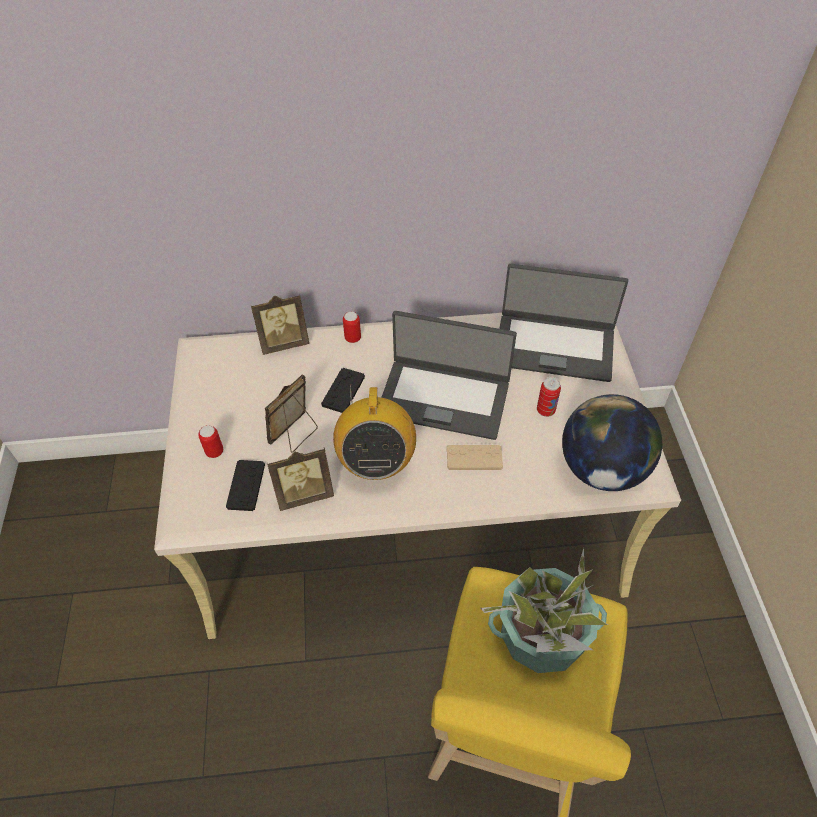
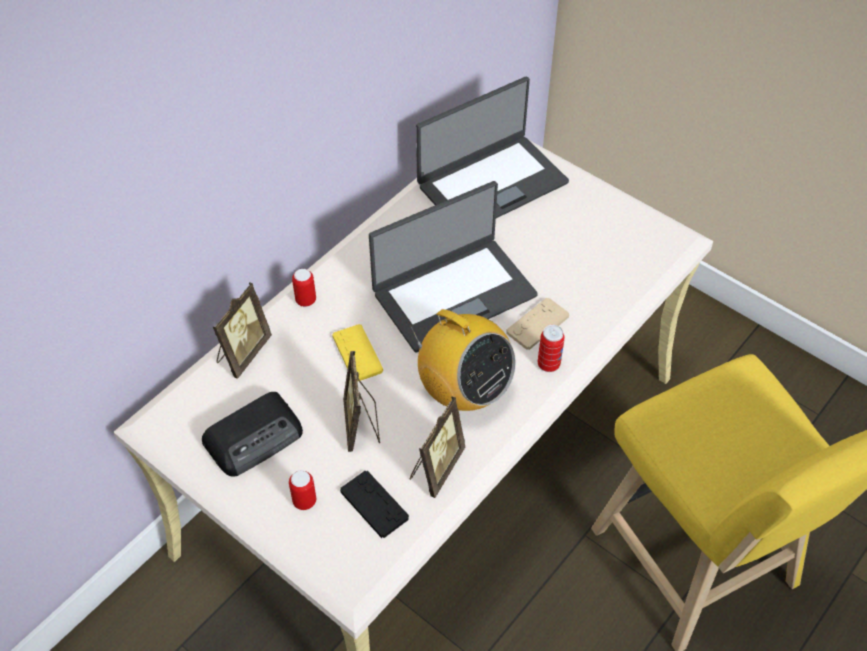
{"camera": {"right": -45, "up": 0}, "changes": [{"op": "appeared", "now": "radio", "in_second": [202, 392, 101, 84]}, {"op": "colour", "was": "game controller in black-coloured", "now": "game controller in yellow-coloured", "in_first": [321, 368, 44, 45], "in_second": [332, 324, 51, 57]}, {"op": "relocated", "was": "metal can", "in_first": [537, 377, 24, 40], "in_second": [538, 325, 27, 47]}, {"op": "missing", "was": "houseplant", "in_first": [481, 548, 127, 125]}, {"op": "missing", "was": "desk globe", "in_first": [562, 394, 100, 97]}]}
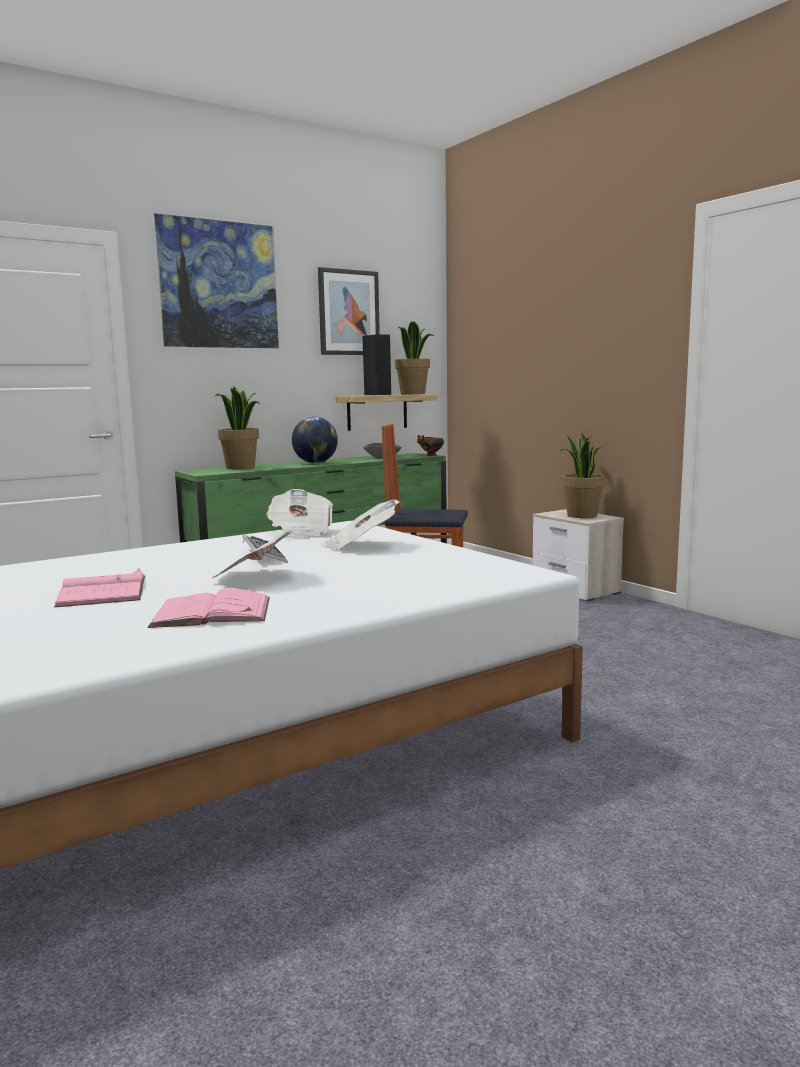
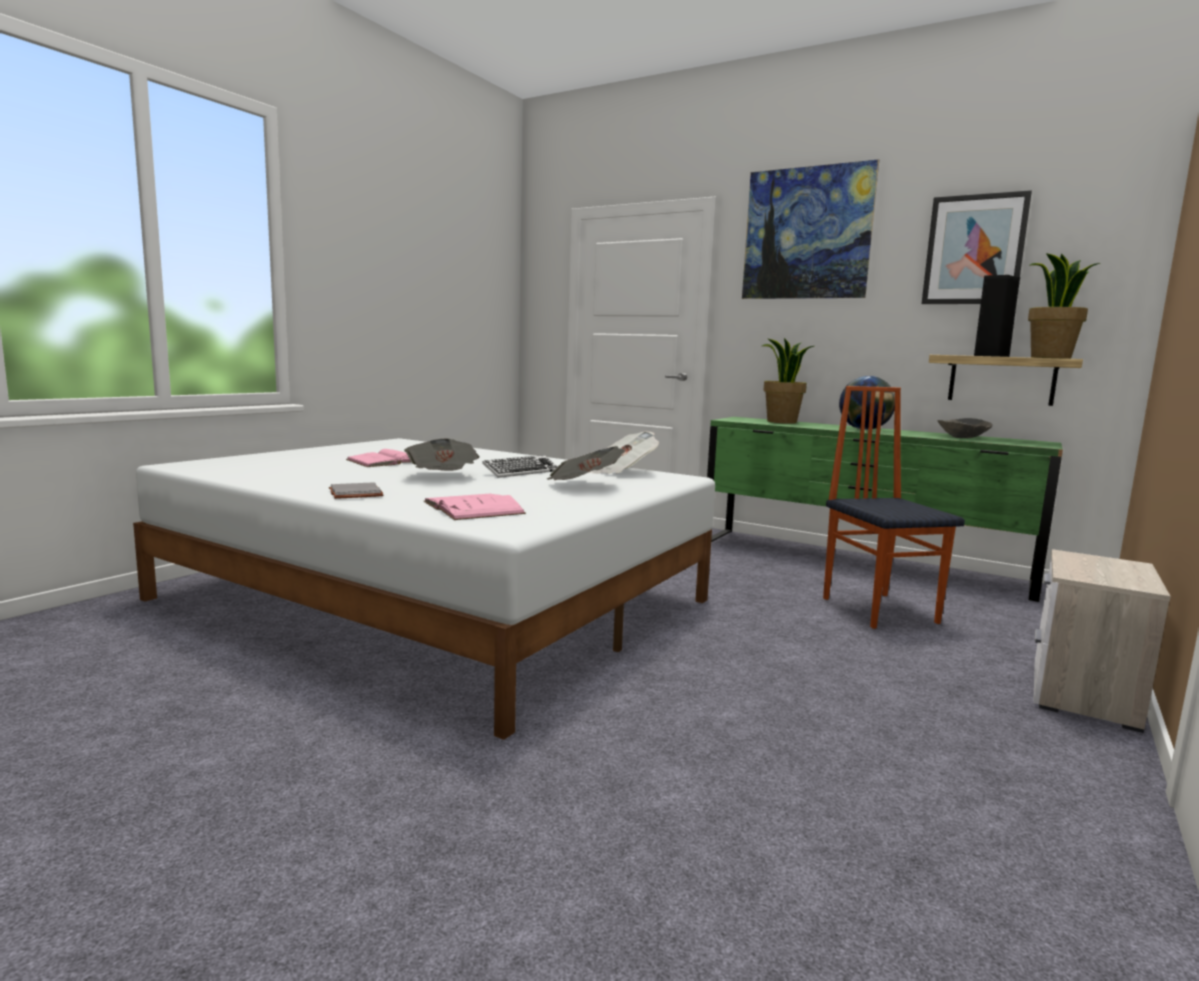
{"camera": {"right": 65, "up": 0}, "changes": [{"op": "appeared", "now": "book in gray", "in_second": [329, 482, 54, 17]}, {"op": "relocated", "was": "book in pinkish", "in_first": [148, 588, 122, 40], "in_second": [424, 494, 102, 26]}, {"op": "missing", "was": "deep dish", "in_first": [417, 435, 27, 21]}, {"op": "missing", "was": "houseplant", "in_first": [560, 432, 45, 86]}]}
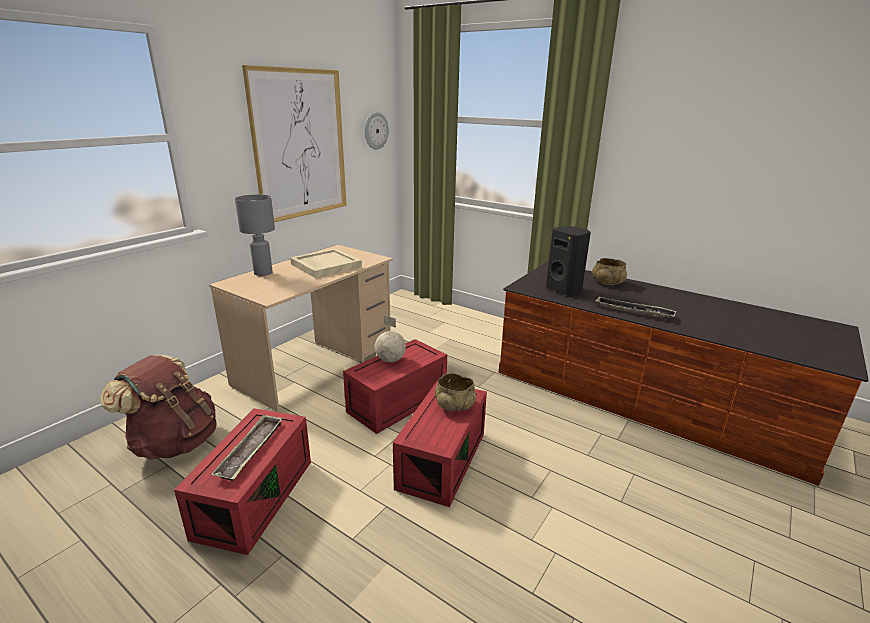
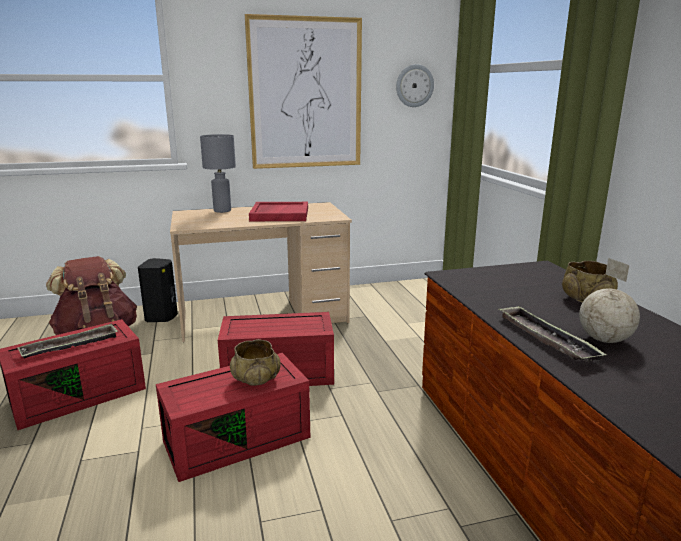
{"camera": {"right": 40, "up": -5}, "changes": [{"op": "relocated", "was": "audio speaker in black-coloured", "in_first": [546, 226, 45, 70], "in_second": [138, 258, 40, 64]}, {"op": "colour", "was": "tray in sand-coloured", "now": "tray in red-coloured", "in_first": [290, 248, 72, 30], "in_second": [249, 202, 59, 19]}, {"op": "relocated", "was": "desk globe", "in_first": [375, 315, 31, 47], "in_second": [579, 258, 61, 85]}]}
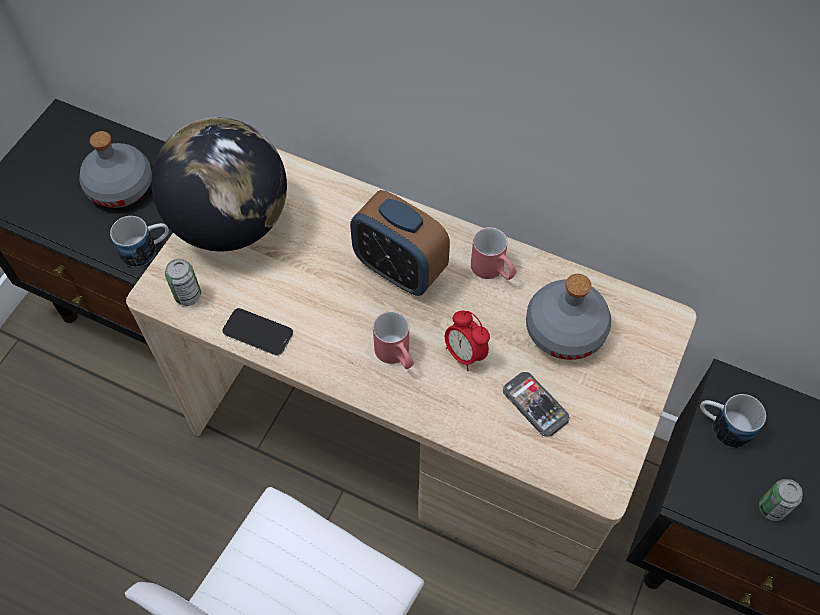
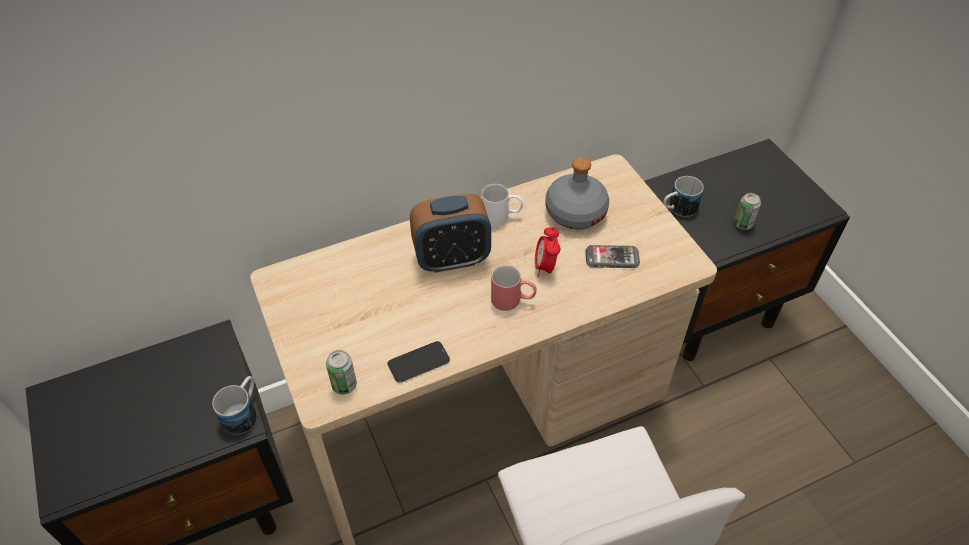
{"camera": {"right": -50, "up": -10}, "changes": [{"op": "colour", "was": "coffee mug in red-coloured", "now": "coffee mug in white", "in_first": [471, 227, 45, 53], "in_second": [482, 184, 41, 42]}, {"op": "spun", "was": "bedside clock", "in_first": [445, 311, 45, 60], "in_second": [535, 227, 25, 50], "clockwise": 90}, {"op": "missing", "was": "drink bottle in gray", "in_first": [79, 131, 73, 77]}, {"op": "missing", "was": "desk globe", "in_first": [151, 117, 136, 134]}]}
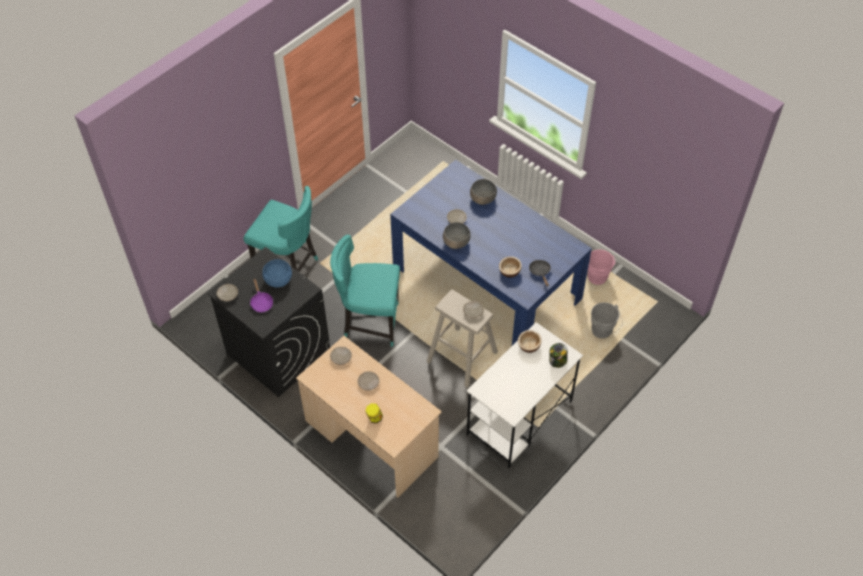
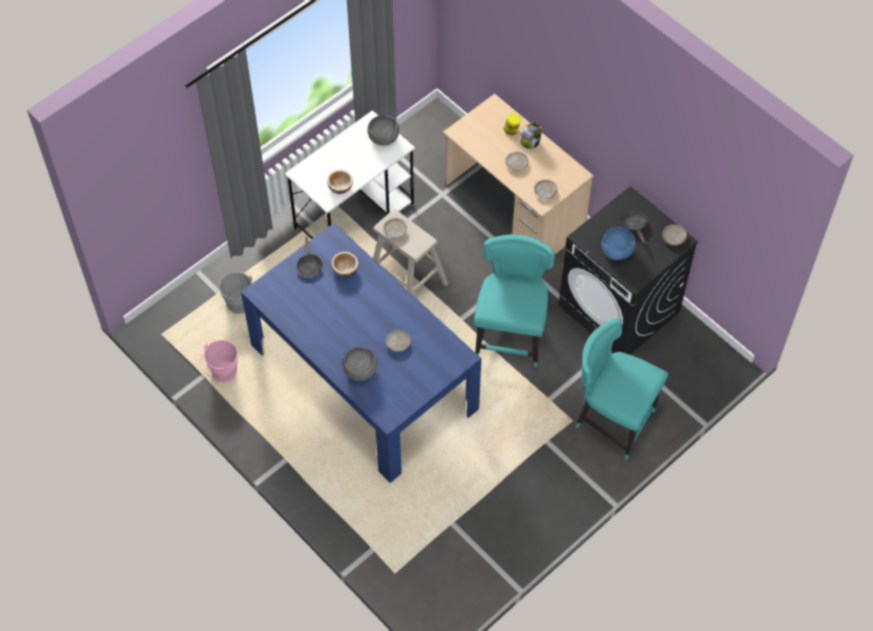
{"camera": {"right": -175, "up": 5}, "changes": [{"op": "relocated", "was": "deep dish in gray", "in_first": [443, 222, 28, 27], "in_second": [367, 115, 32, 31]}, {"op": "spun", "was": "upright chair in blue-green", "in_first": [330, 235, 70, 112], "in_second": [474, 234, 81, 133], "clockwise": -90}, {"op": "relocated", "was": "preserve jar", "in_first": [549, 343, 19, 25], "in_second": [521, 123, 21, 26]}, {"op": "colour", "was": "skillet in purplish", "now": "skillet in black-coloured", "in_first": [250, 279, 23, 34], "in_second": [622, 211, 25, 33]}]}
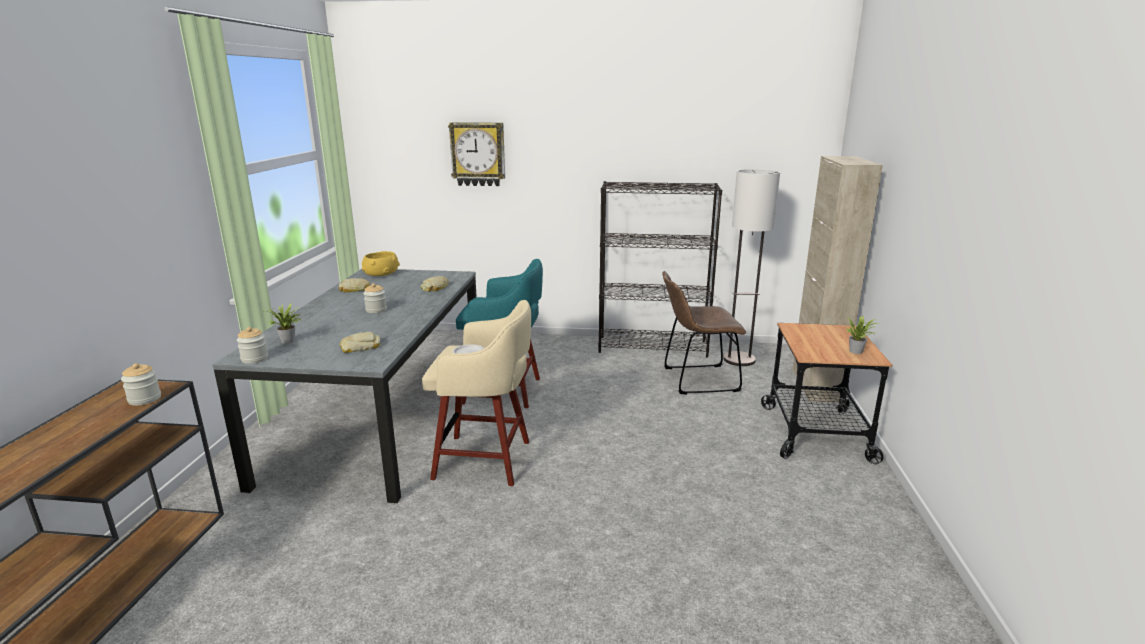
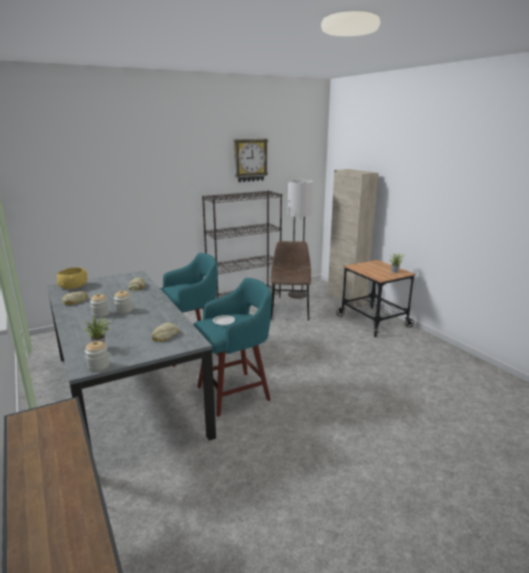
{"camera": {"right": -35, "up": 0}, "changes": [{"op": "relocated", "was": "preserve jar", "in_first": [121, 363, 40, 43], "in_second": [90, 293, 19, 25]}, {"op": "colour", "was": "sitting stool in sand-coloured", "now": "sitting stool in blue-green", "in_first": [422, 300, 109, 186], "in_second": [194, 278, 77, 139]}, {"op": "relocated", "was": "hanging clock", "in_first": [448, 122, 57, 64], "in_second": [234, 139, 34, 43]}, {"op": "spun", "was": "upright chair in brown", "in_first": [662, 271, 84, 124], "in_second": [270, 241, 41, 80], "clockwise": 135}]}
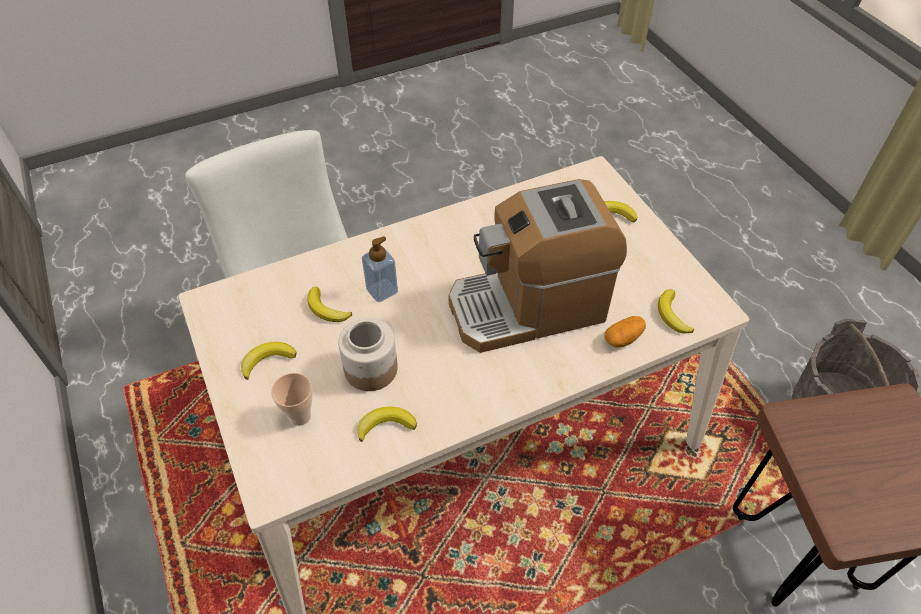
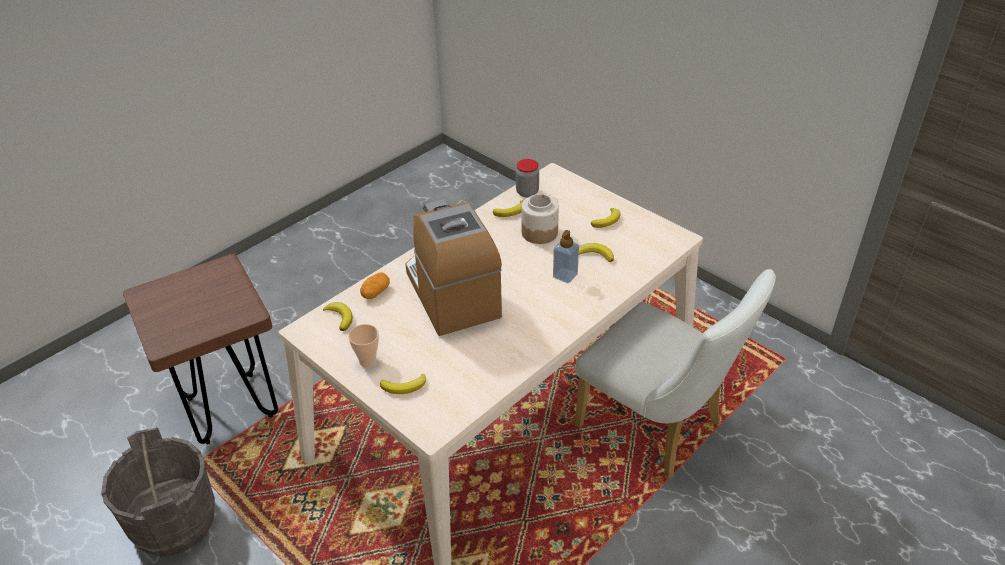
{"camera": {"right": 160, "up": -10}, "changes": [{"op": "relocated", "was": "drinking cup", "in_first": [271, 373, 42, 53], "in_second": [348, 324, 31, 43]}, {"op": "spun", "was": "coffee brewer", "in_first": [449, 179, 178, 174], "in_second": [405, 200, 97, 136], "clockwise": -75}, {"op": "appeared", "now": "preserve jar", "in_second": [516, 159, 23, 38]}]}
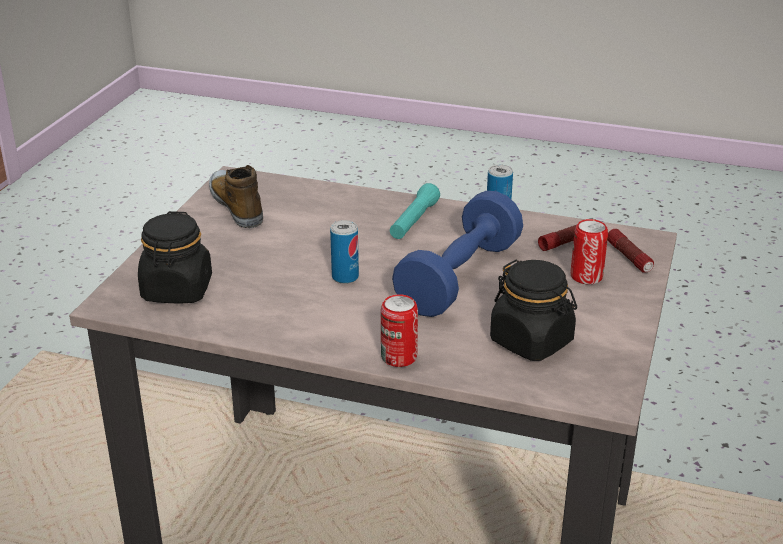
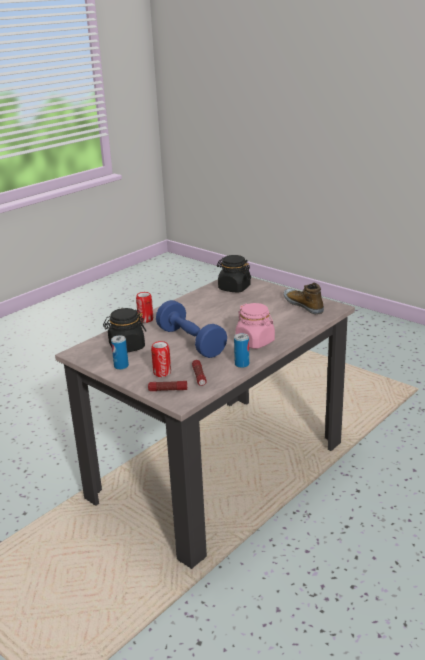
{"camera": {"right": 115, "up": -5}, "changes": [{"op": "relocated", "was": "metal can", "in_first": [330, 220, 29, 64], "in_second": [111, 335, 18, 35]}, {"op": "exchanged", "was": "torch in blue-green", "now": "preserve jar in pinkish", "in_first": [390, 183, 50, 56], "in_second": [235, 303, 40, 46]}, {"op": "spun", "was": "shoe", "in_first": [209, 165, 54, 63], "in_second": [283, 282, 41, 32], "clockwise": -120}]}
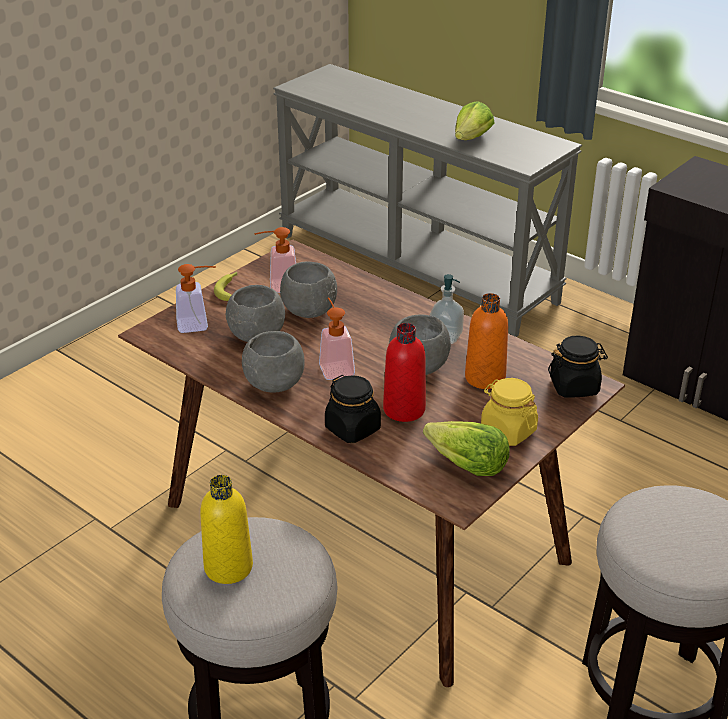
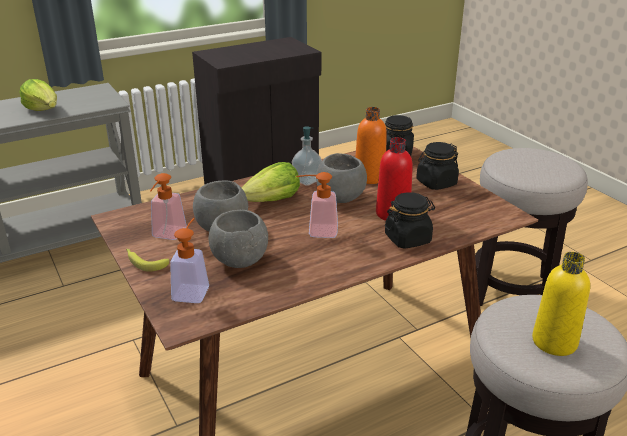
{"camera": {"right": -70, "up": -5}, "changes": [{"op": "relocated", "was": "head of lettuce", "in_first": [423, 421, 86, 55], "in_second": [241, 162, 59, 40]}, {"op": "colour", "was": "preserve jar in yellow-coloured", "now": "preserve jar in black-coloured", "in_first": [481, 378, 57, 68], "in_second": [416, 142, 43, 48]}, {"op": "missing", "was": "deep dish in gray", "in_first": [242, 331, 63, 61]}]}
